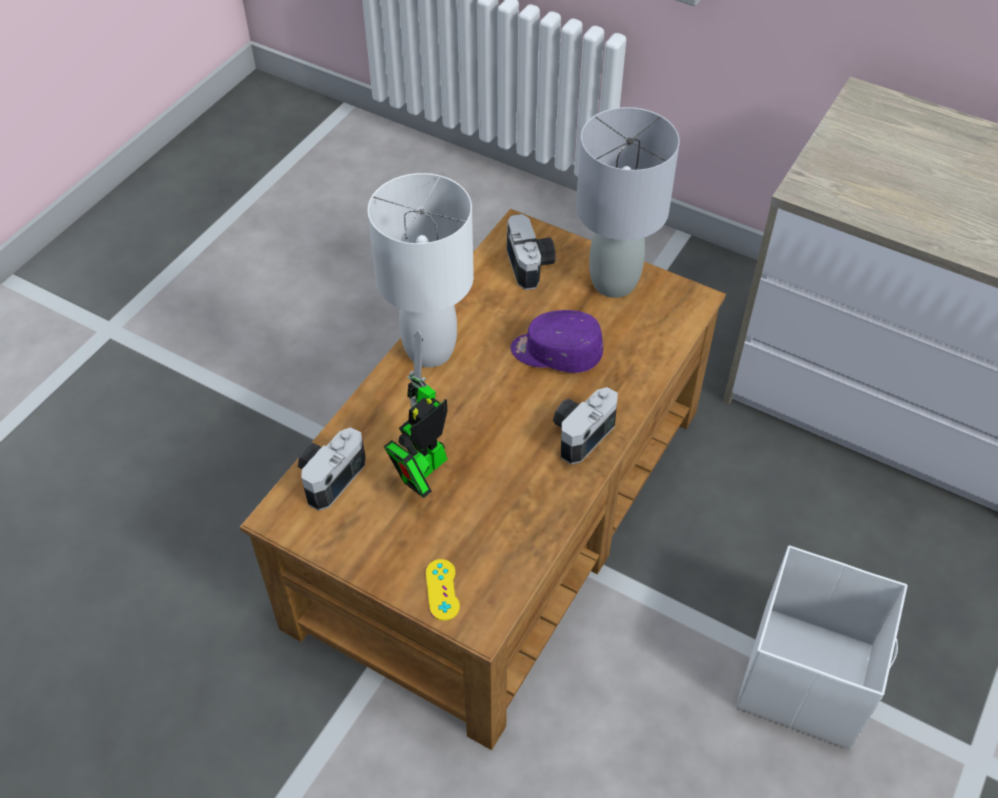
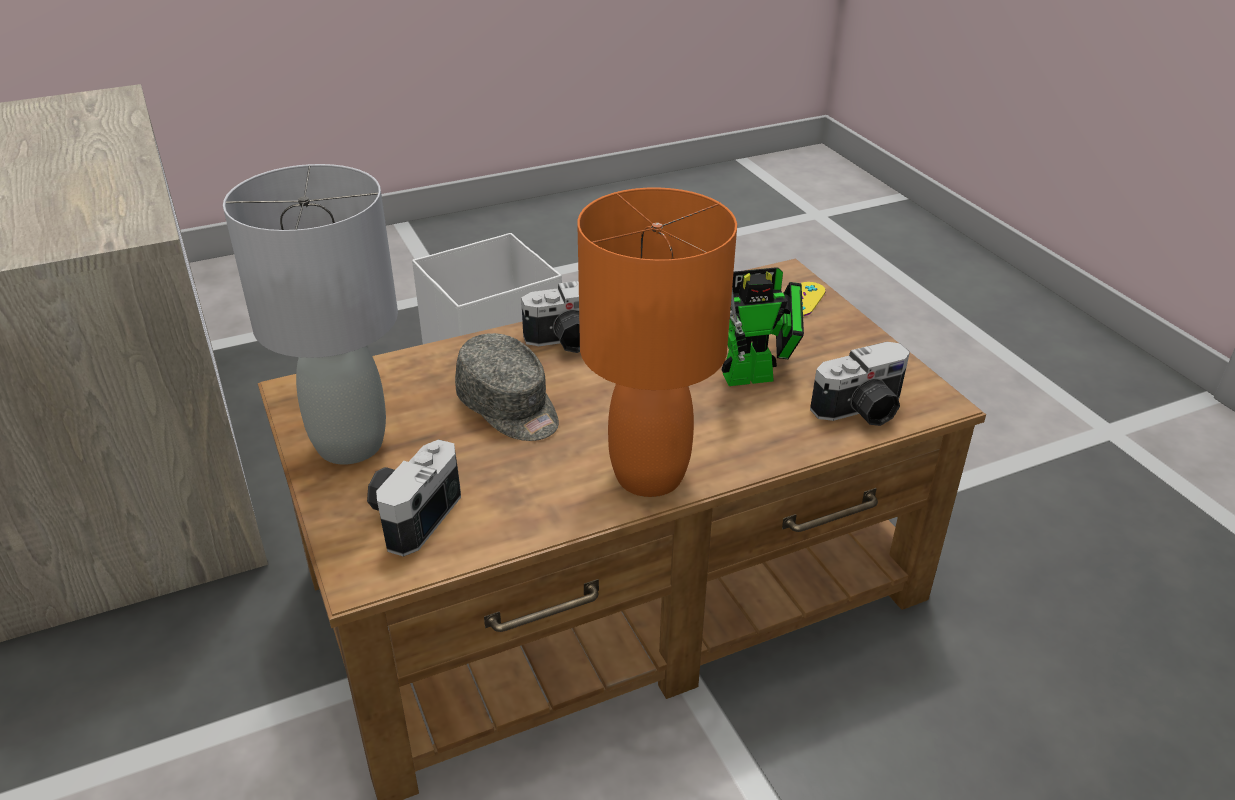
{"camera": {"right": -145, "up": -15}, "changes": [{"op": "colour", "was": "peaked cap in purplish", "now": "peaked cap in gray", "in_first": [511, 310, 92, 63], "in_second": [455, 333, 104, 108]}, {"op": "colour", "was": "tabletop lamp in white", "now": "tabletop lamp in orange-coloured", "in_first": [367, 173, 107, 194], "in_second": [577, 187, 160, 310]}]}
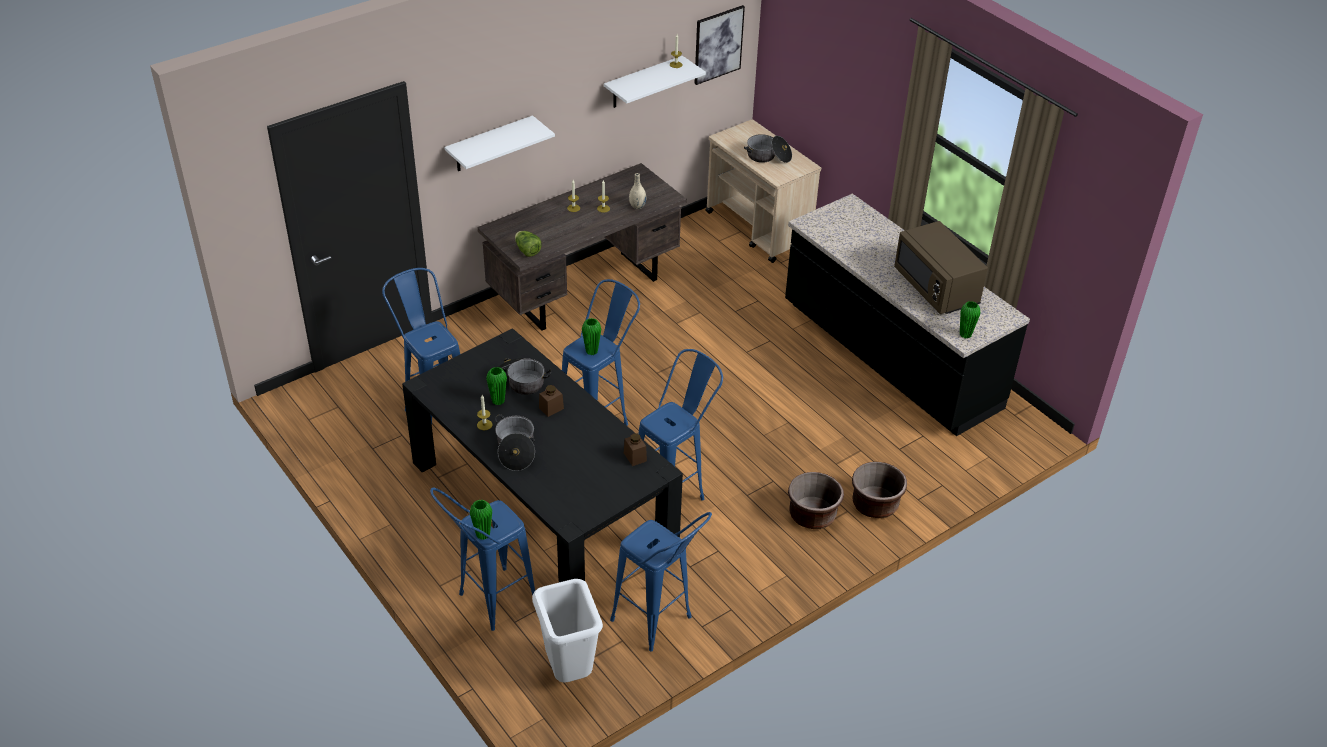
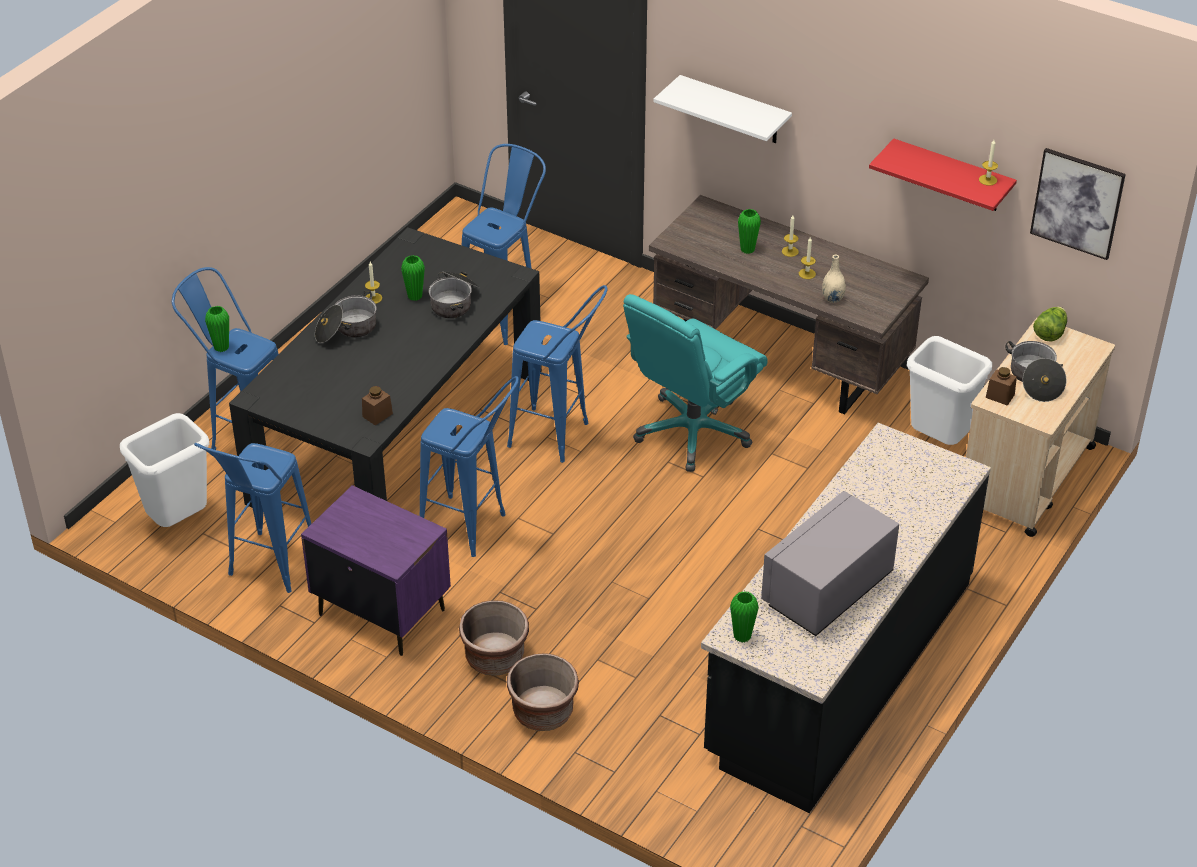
{"camera": {"right": 70, "up": 0}, "changes": [{"op": "appeared", "now": "night table in purplish", "in_second": [301, 485, 150, 171]}, {"op": "appeared", "now": "computer chair in blue-green", "in_second": [623, 294, 145, 178]}, {"op": "relocated", "was": "vase in greenish", "in_first": [582, 318, 19, 37], "in_second": [738, 209, 23, 45]}, {"op": "colour", "was": "microwave in brown", "now": "microwave in gray", "in_first": [894, 221, 94, 93], "in_second": [761, 491, 138, 145]}, {"op": "colour", "was": "wall shelf in white", "now": "wall shelf in red-coloured", "in_first": [604, 56, 102, 52], "in_second": [869, 139, 148, 72]}, {"op": "appeared", "now": "waste bin in white", "in_second": [907, 336, 85, 109]}, {"op": "relocated", "was": "preserve jar in brown", "in_first": [539, 385, 25, 32], "in_second": [986, 367, 31, 39]}, {"op": "relocated", "was": "head of lettuce", "in_first": [515, 231, 27, 26], "in_second": [1033, 307, 34, 35]}]}
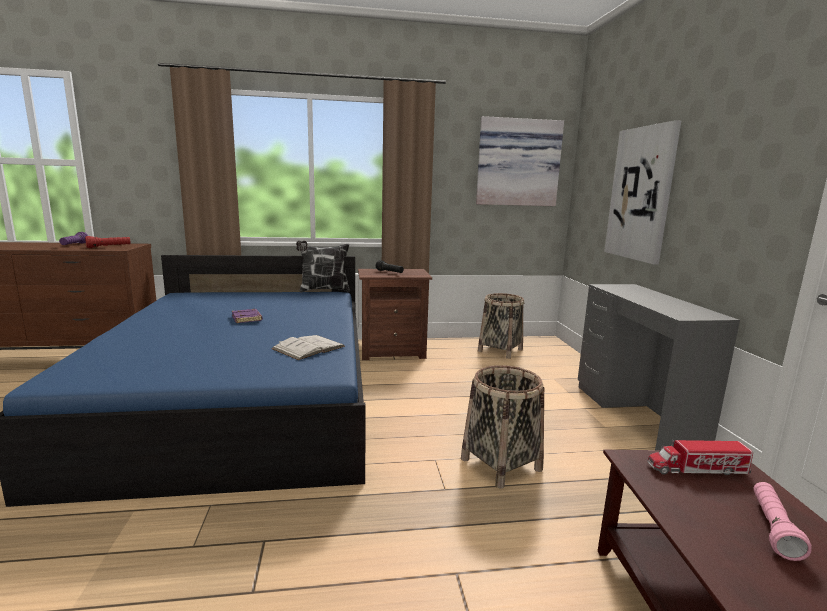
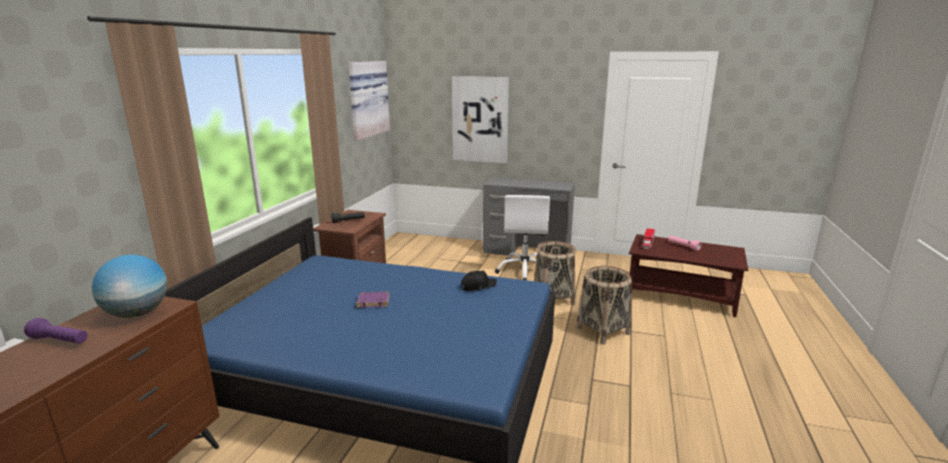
{"camera": {"right": -65, "up": 5}, "changes": [{"op": "exchanged", "was": "torch in red-coloured", "now": "desk globe", "in_first": [85, 236, 46, 12], "in_second": [92, 255, 75, 63]}, {"op": "exchanged", "was": "book in white", "now": "peaked cap in black-coloured", "in_first": [271, 335, 74, 25], "in_second": [461, 271, 36, 20]}, {"op": "appeared", "now": "computer chair in white", "in_second": [495, 195, 55, 85]}, {"op": "relocated", "was": "storage basket", "in_first": [478, 293, 46, 66], "in_second": [576, 266, 56, 79]}, {"op": "missing", "was": "throw pillow", "in_first": [296, 241, 54, 51]}]}
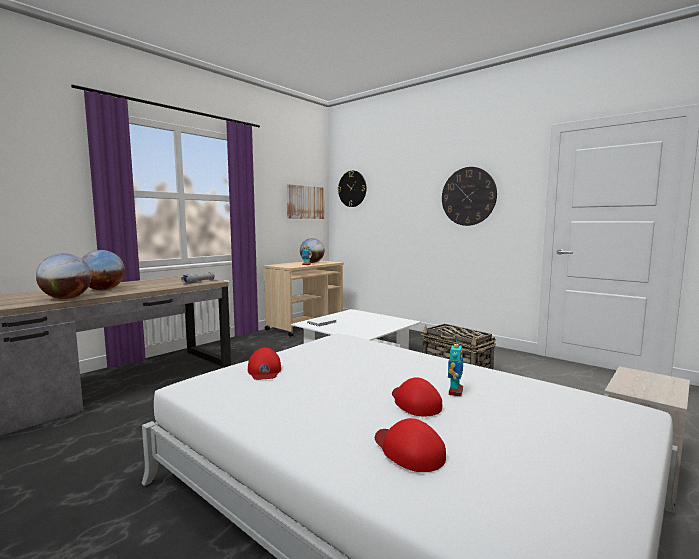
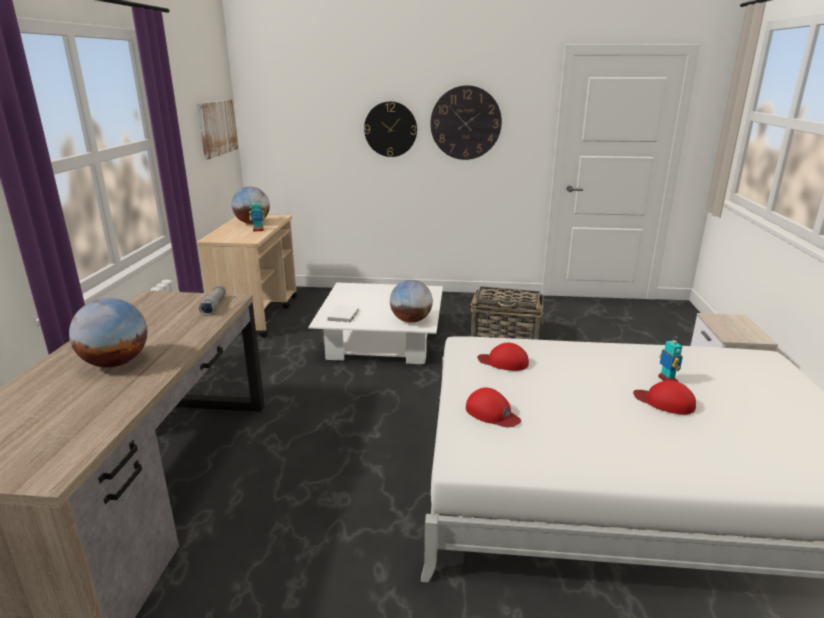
{"camera": {"right": -35, "up": 15}, "changes": [{"op": "relocated", "was": "hanging clock", "in_first": [338, 171, 28, 36], "in_second": [364, 101, 53, 56]}, {"op": "relocated", "was": "desk globe", "in_first": [36, 253, 56, 46], "in_second": [390, 280, 43, 43]}, {"op": "relocated", "was": "peaked cap in red-coloured", "in_first": [375, 418, 71, 54], "in_second": [477, 343, 52, 28]}]}
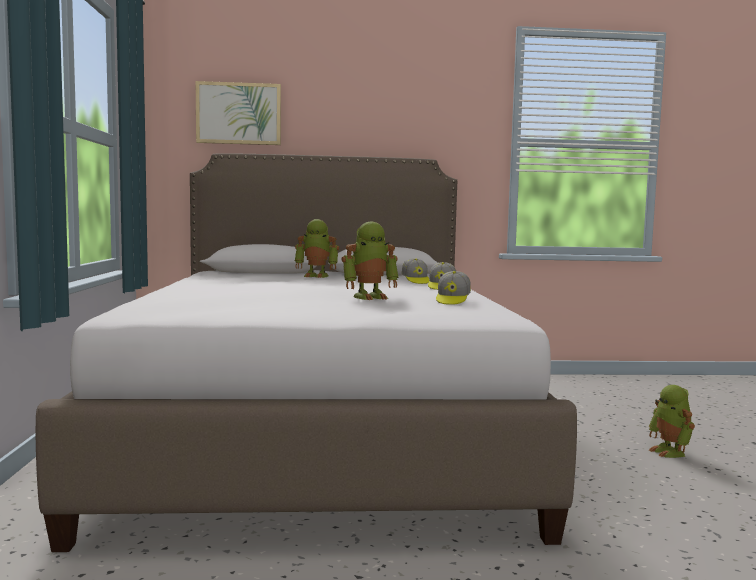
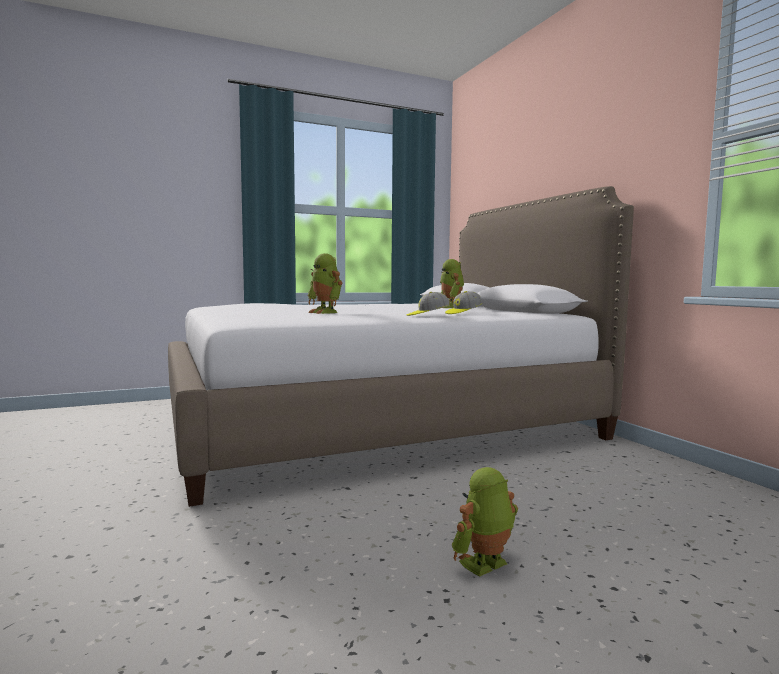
{"camera": {"right": 70, "up": 0}, "changes": [{"op": "missing", "was": "picture", "in_first": [196, 81, 85, 64]}, {"op": "missing", "was": "peaked cap", "in_first": [436, 271, 35, 34]}]}
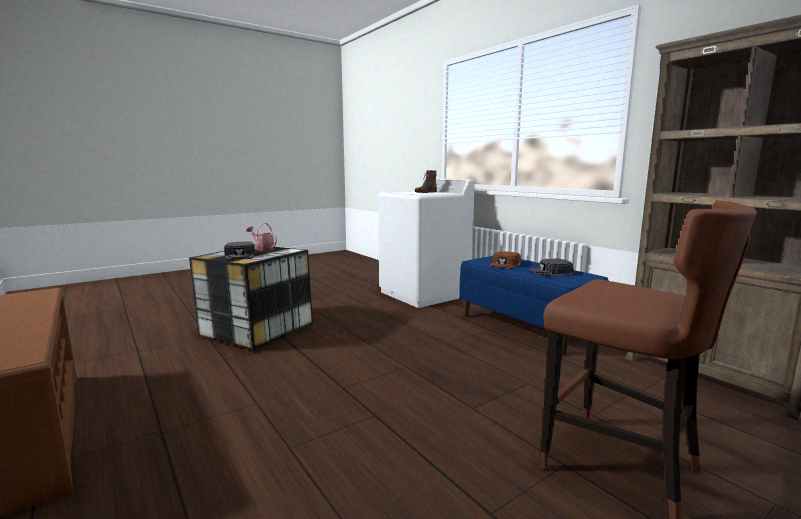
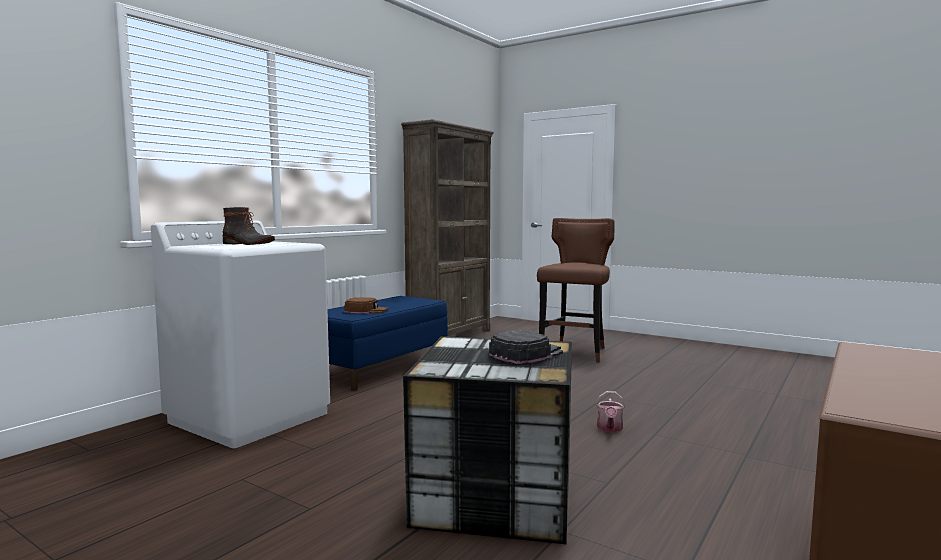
{"camera": {"right": -110, "up": -5}, "changes": [{"op": "relocated", "was": "watering can", "in_first": [246, 223, 31, 28], "in_second": [596, 391, 29, 41]}, {"op": "missing", "was": "peaked cap in black-coloured", "in_first": [529, 258, 45, 18]}]}
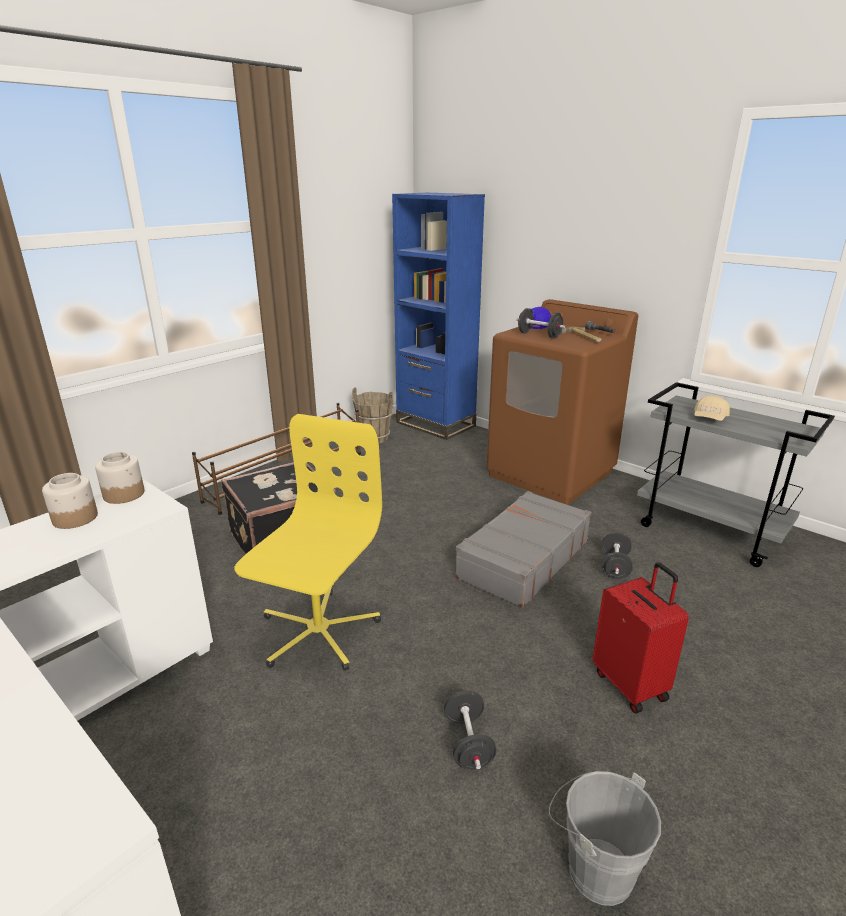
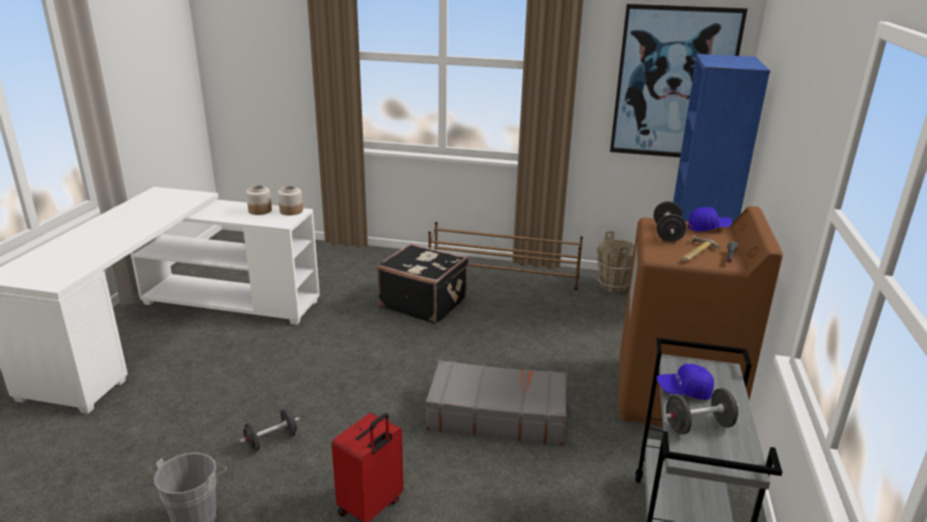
{"camera": {"right": 60, "up": 0}, "changes": [{"op": "appeared", "now": "picture", "in_second": [610, 4, 138, 153]}, {"op": "colour", "was": "peaked cap in sand-coloured", "now": "peaked cap in blue", "in_first": [694, 396, 36, 25], "in_second": [656, 364, 58, 36]}, {"op": "relocated", "was": "free weight in black-coloured", "in_first": [602, 532, 31, 47], "in_second": [664, 388, 75, 47]}, {"op": "missing", "was": "computer chair in yellow-coloured", "in_first": [234, 414, 148, 257]}]}
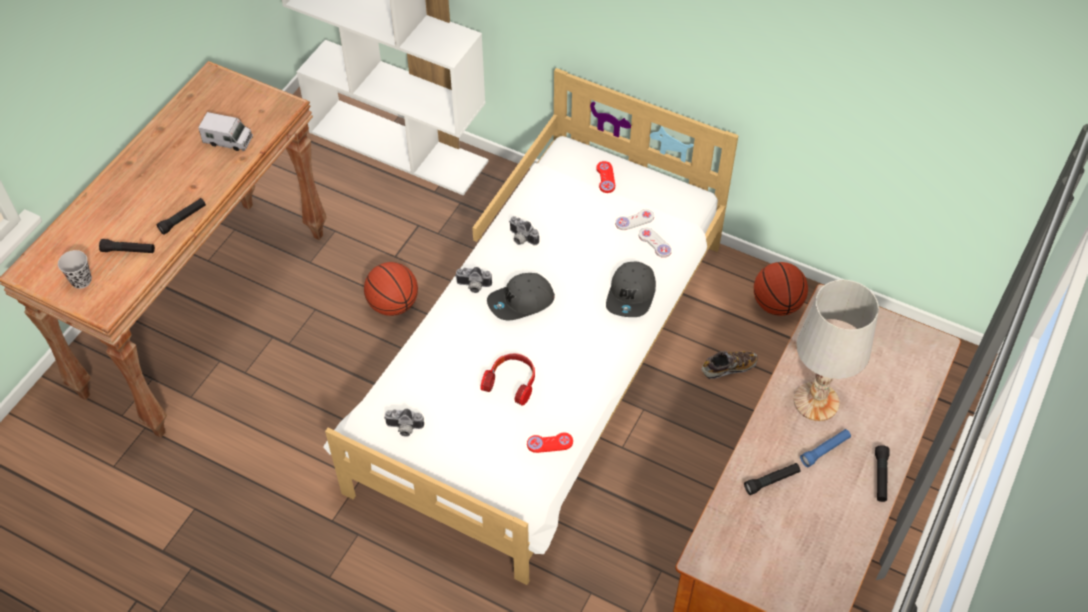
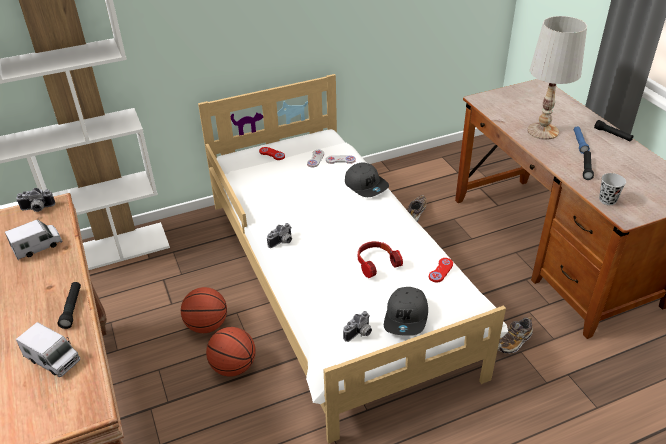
{"camera": {"right": -50, "up": -15}, "changes": [{"op": "relocated", "was": "still camera", "in_first": [509, 216, 30, 29], "in_second": [16, 188, 39, 24]}, {"op": "exchanged", "was": "torch in black-coloured", "now": "toy lorry", "in_first": [99, 239, 56, 14], "in_second": [16, 322, 64, 55]}, {"op": "relocated", "was": "basketball", "in_first": [754, 262, 54, 54], "in_second": [206, 327, 50, 50]}, {"op": "relocated", "was": "peaked cap in gray", "in_first": [487, 273, 68, 48], "in_second": [384, 287, 44, 49]}, {"op": "appeared", "now": "shoe", "in_second": [498, 317, 35, 37]}, {"op": "relocated", "was": "drinking cup in black-coloured", "in_first": [58, 250, 34, 39], "in_second": [599, 173, 27, 32]}]}
